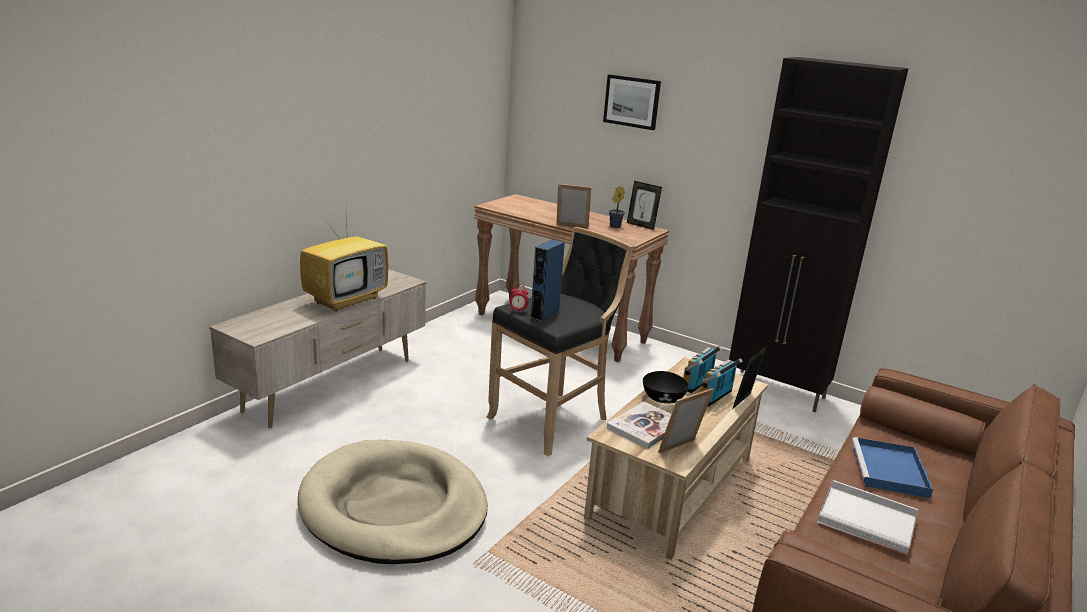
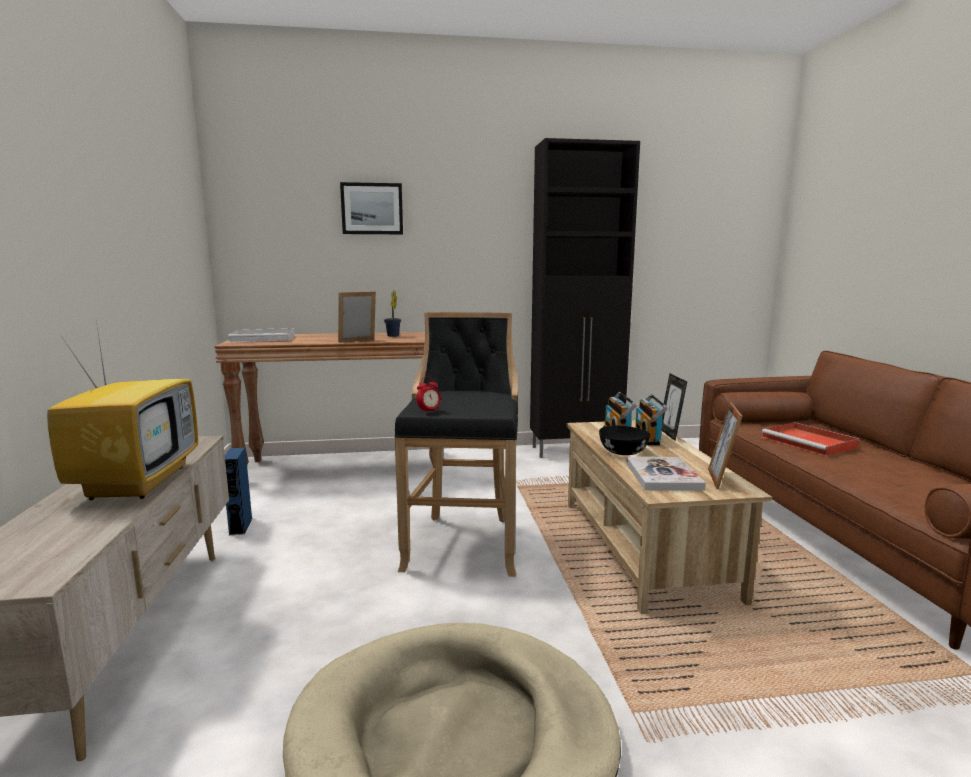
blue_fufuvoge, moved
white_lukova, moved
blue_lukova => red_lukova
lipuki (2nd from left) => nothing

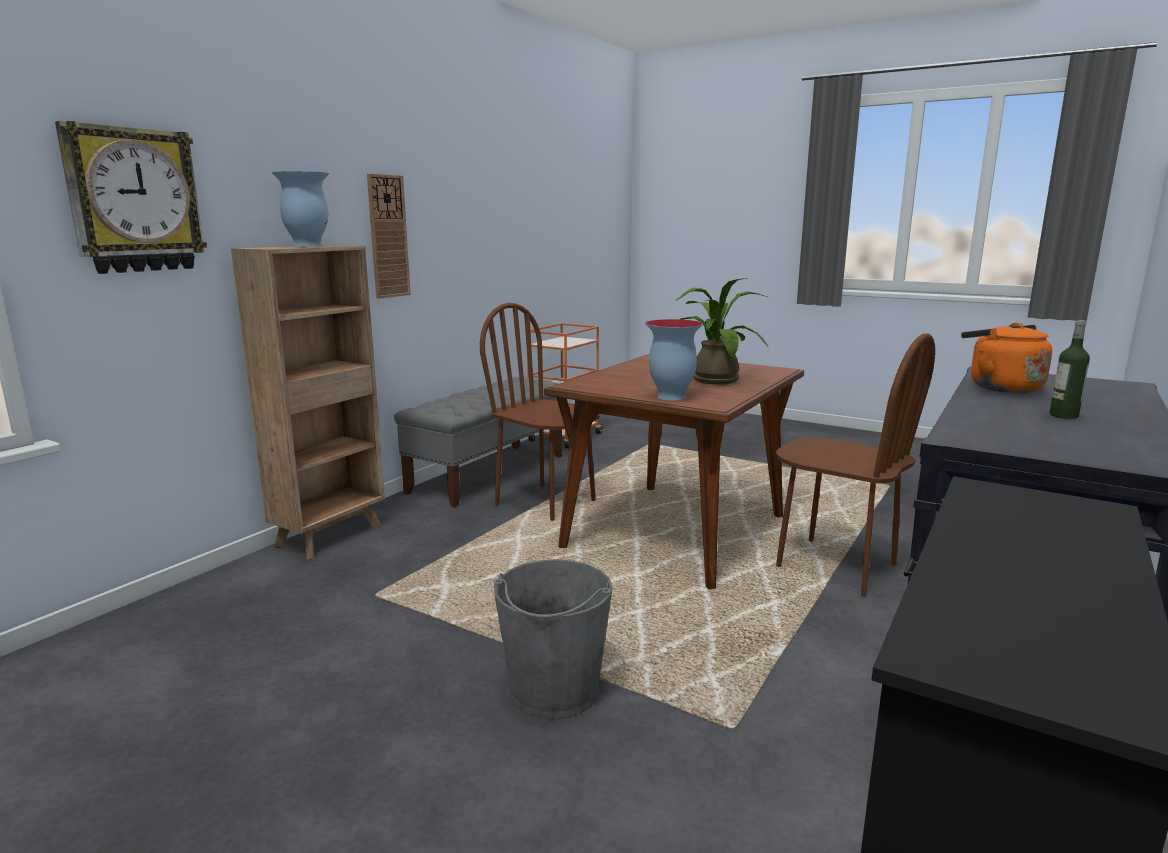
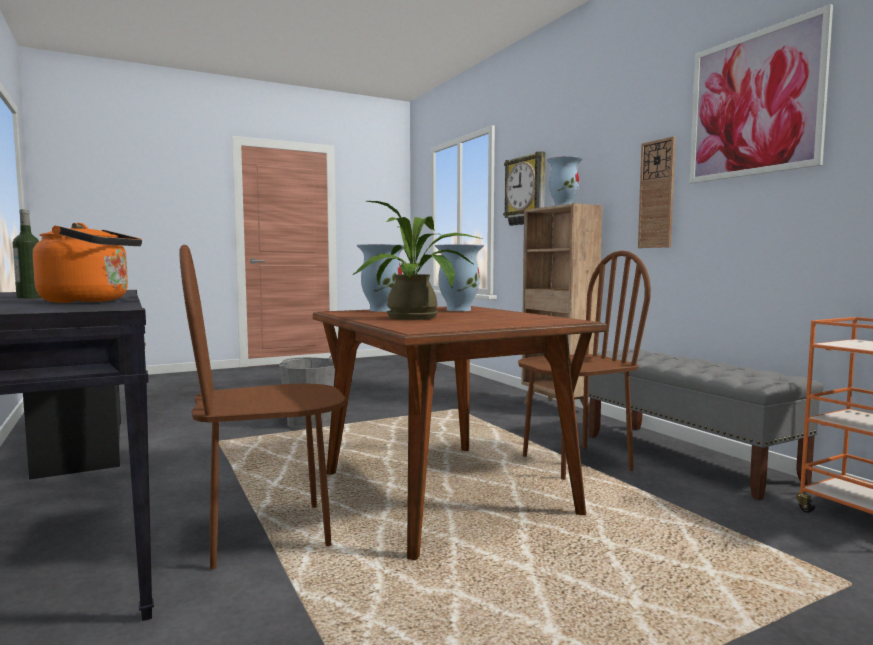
nothing => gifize (2nd from left)
nothing => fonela

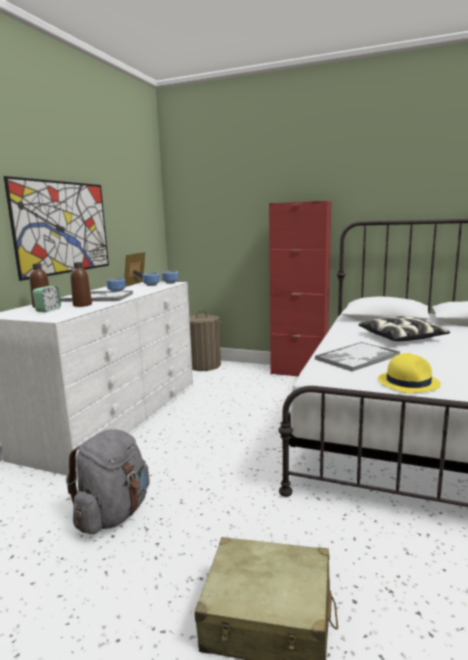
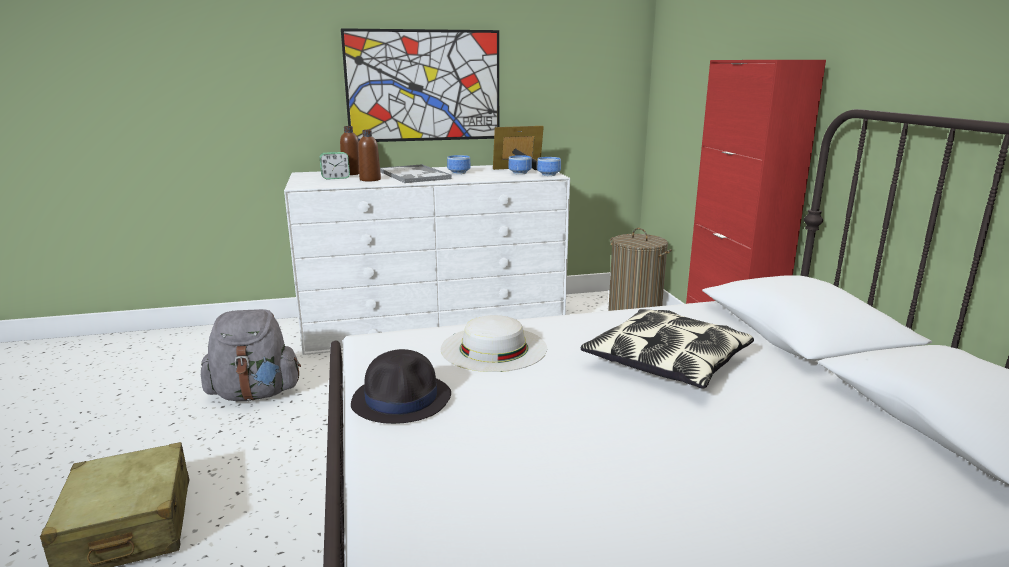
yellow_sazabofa => black_sazabofa
lukova (2nd from left) => white_sazabofa

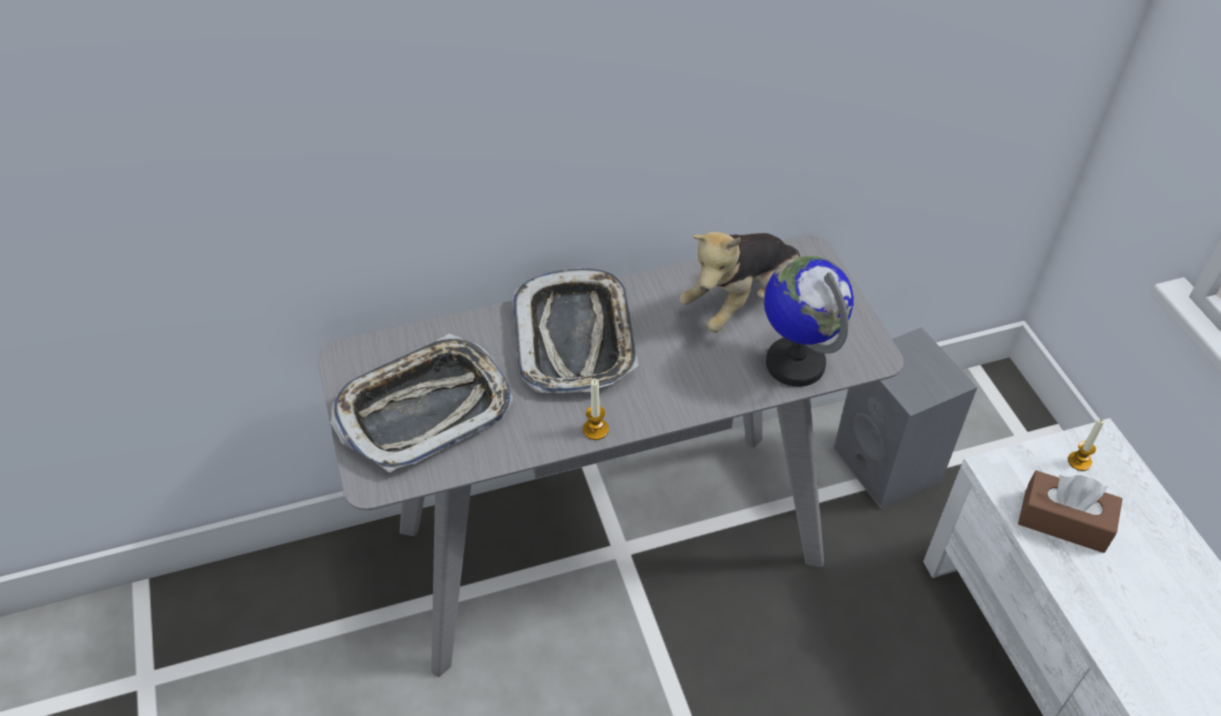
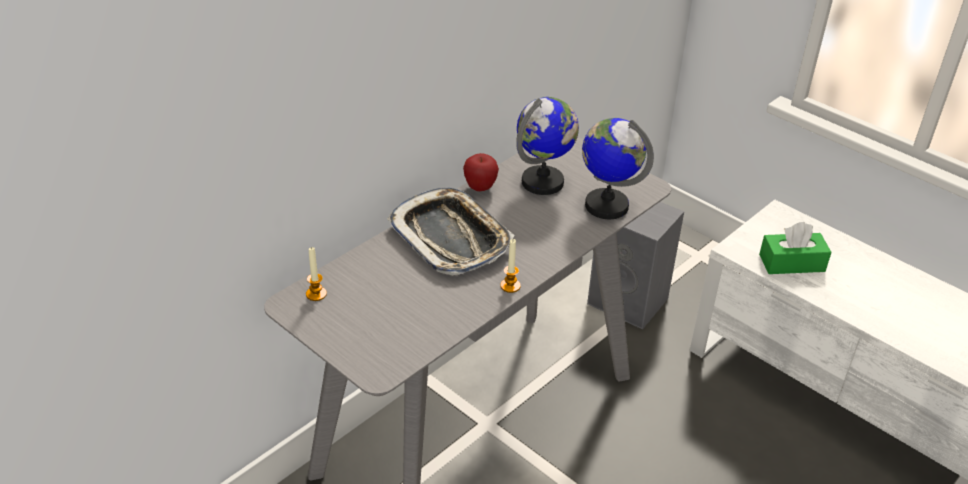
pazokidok (2nd from left in the first image) => pazokidok (1st from left), moved
nothing => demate
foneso => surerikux (1st from left)
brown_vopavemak => green_vopavemak
lukova (1st from left) => nothing

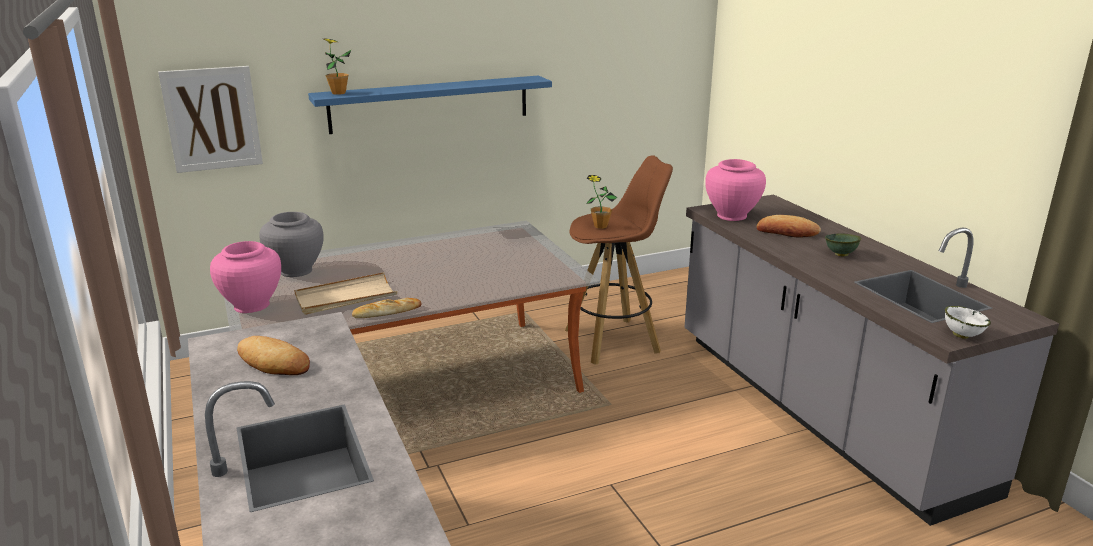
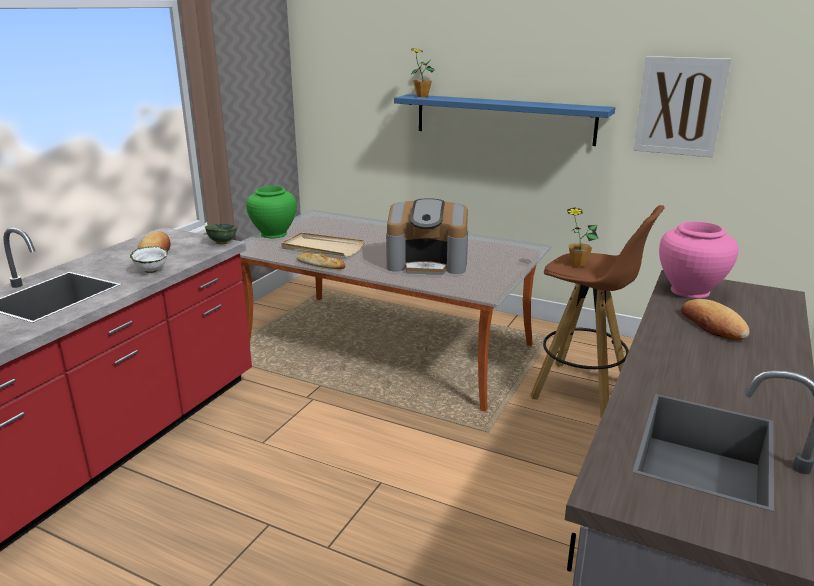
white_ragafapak, moved
green_ragafapak, moved
pink_gifize (1st from left) => green_gifize
nothing => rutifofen
fonela, moved
grey_gifize => nothing

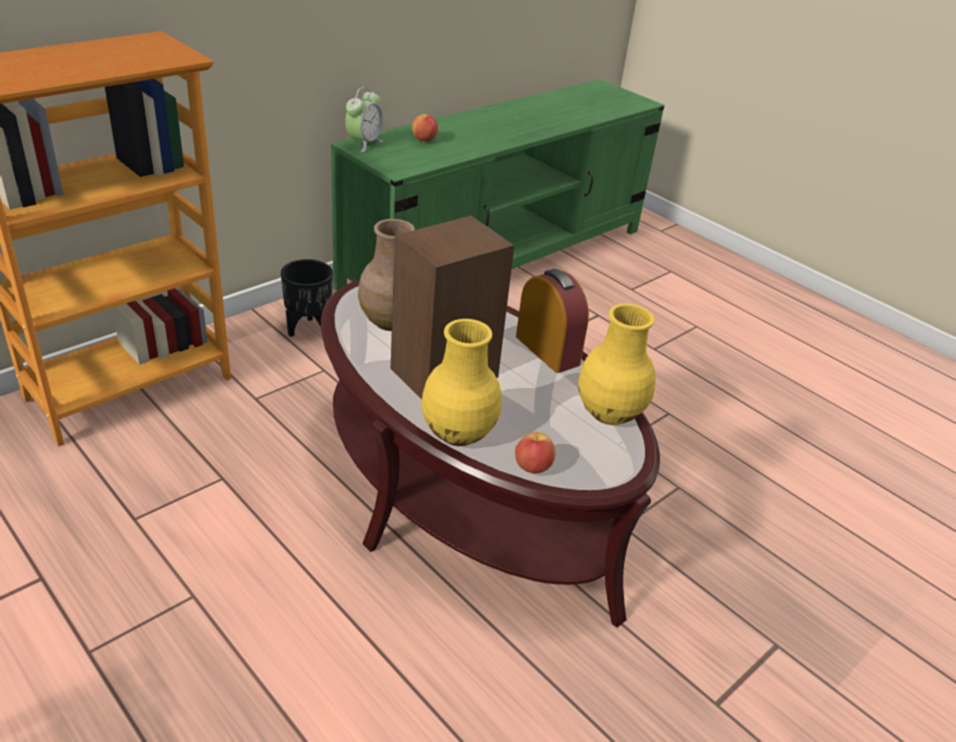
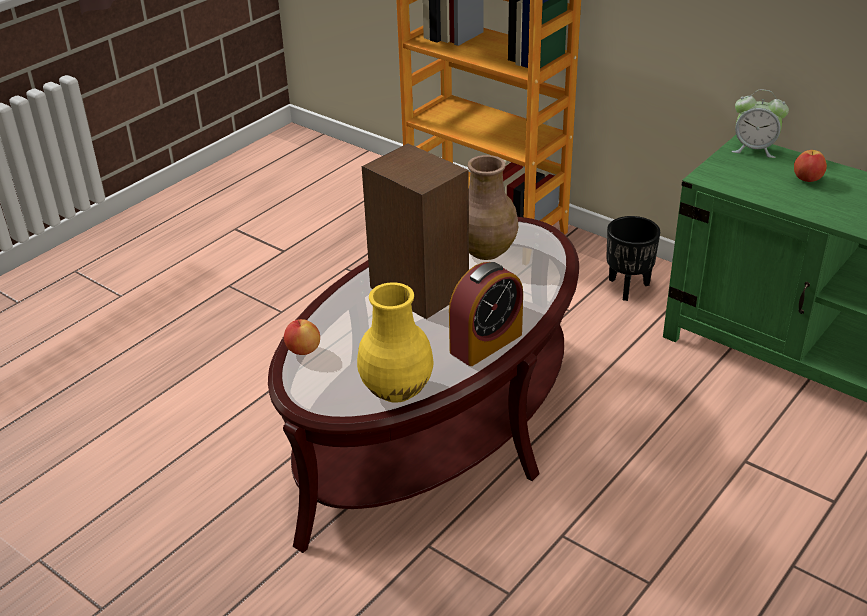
yellow_gifize (1st from left) => nothing

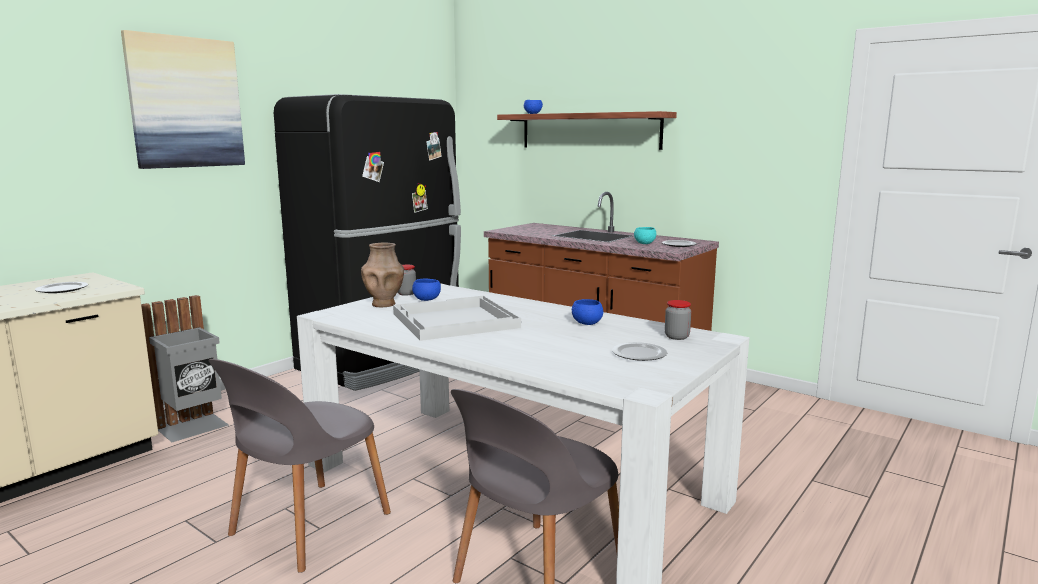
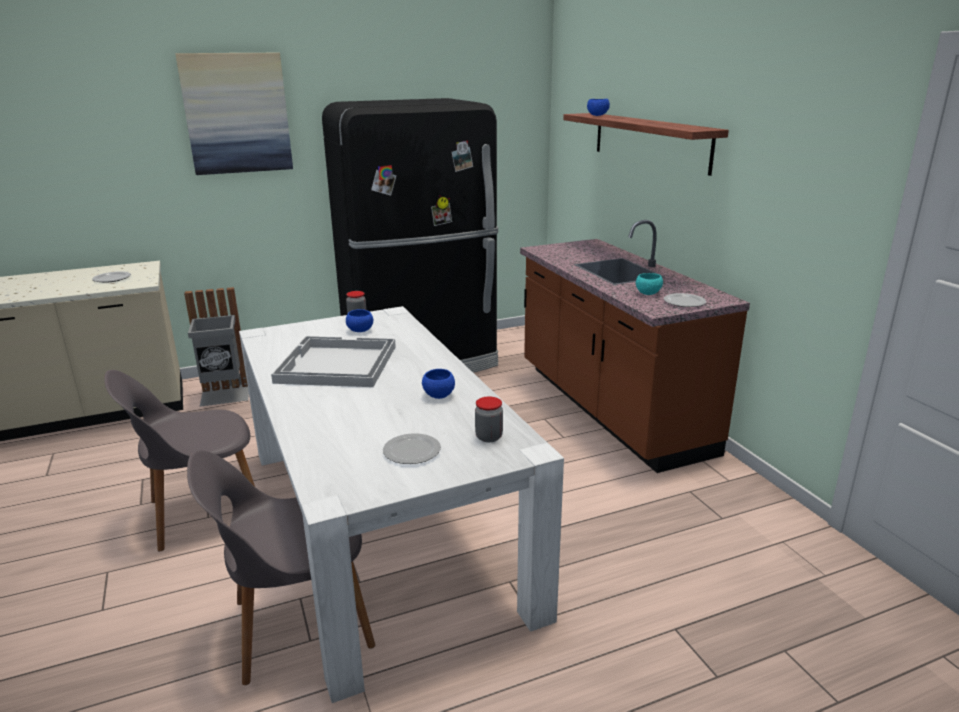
brown_gifize => nothing

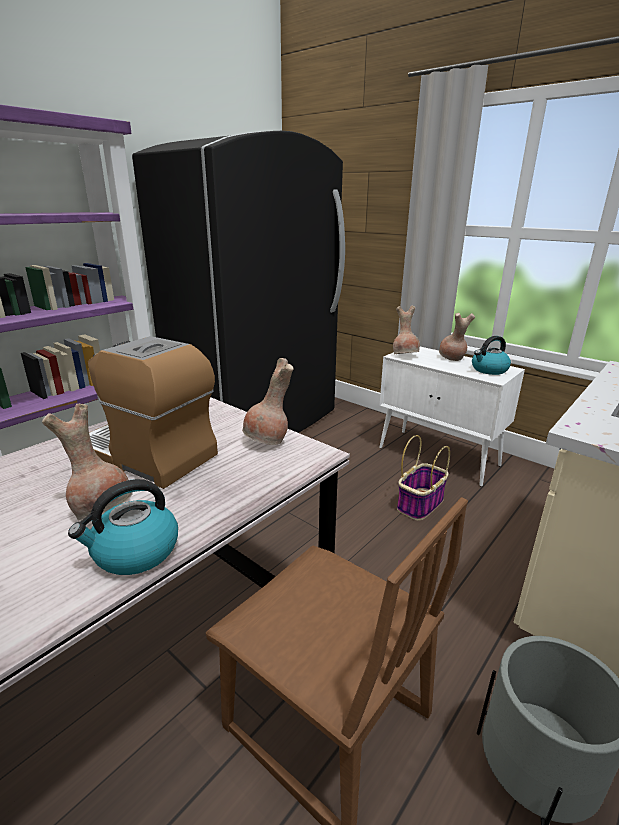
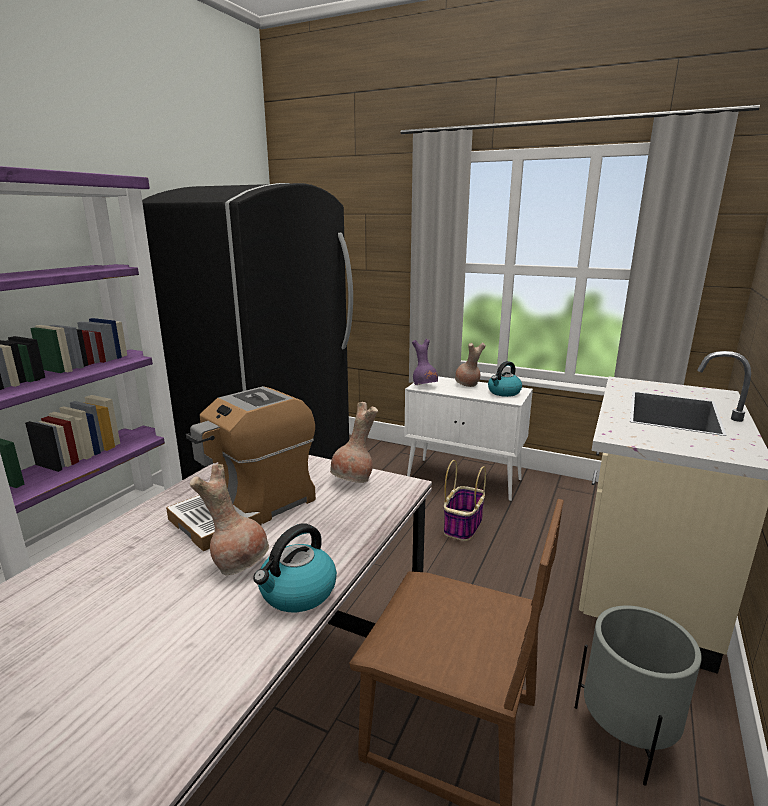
rutifofen, 60 degrees counterclockwise
brown_gifize (3rd from left) => purple_gifize

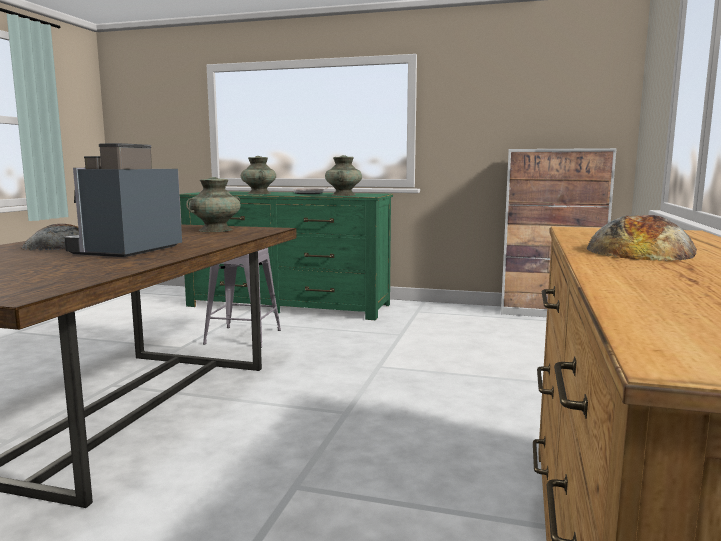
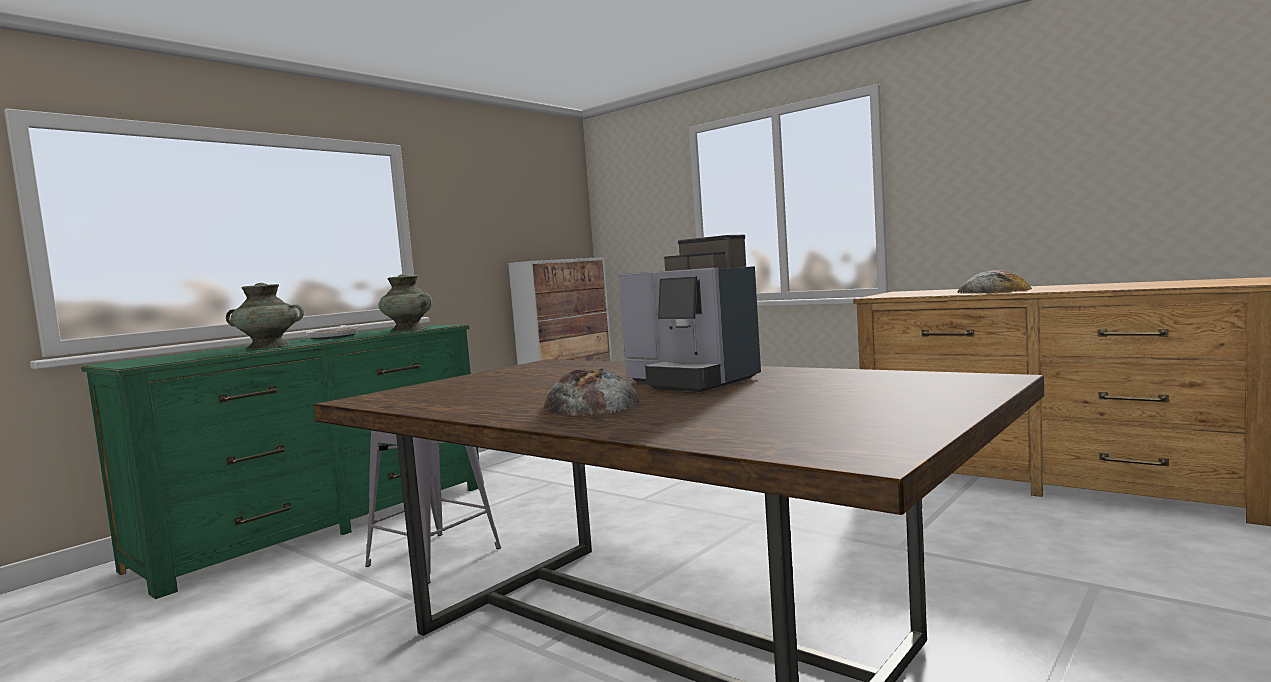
turquoise_gifize (1st from left) => nothing

